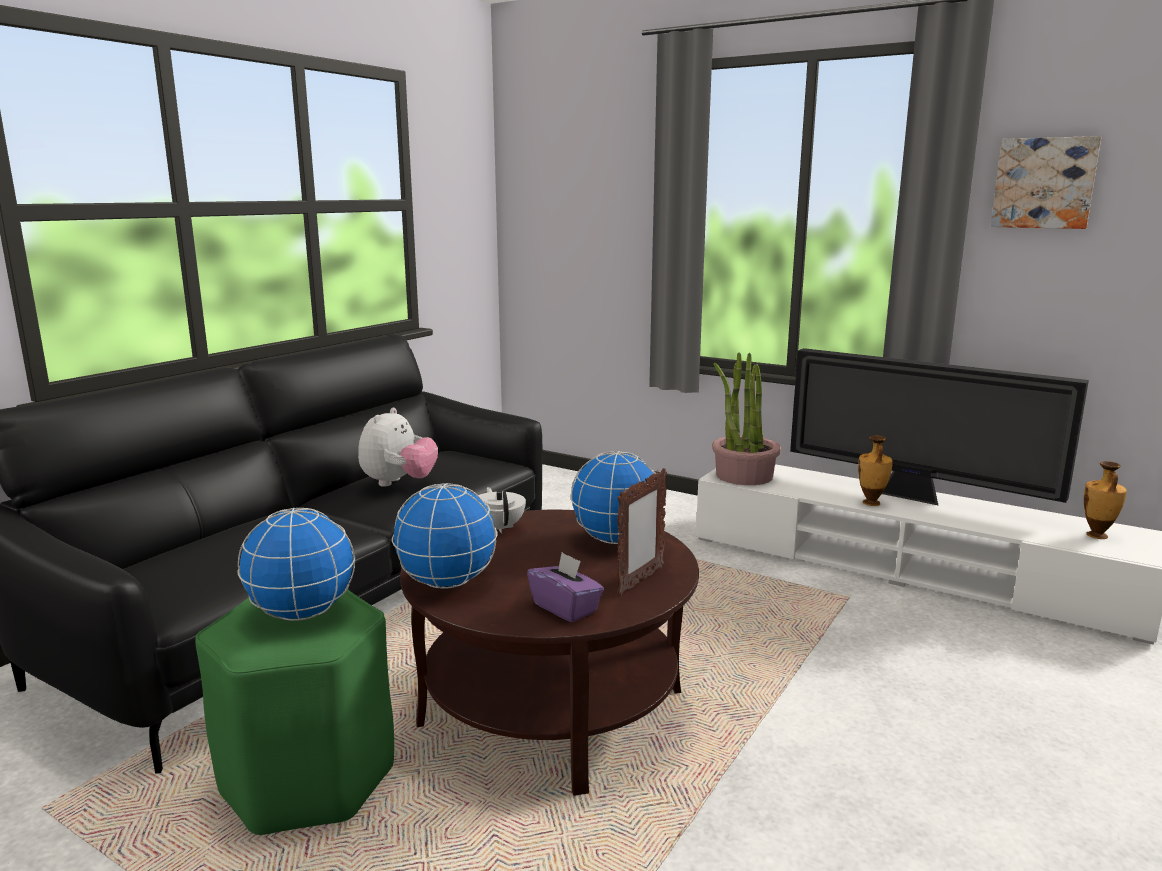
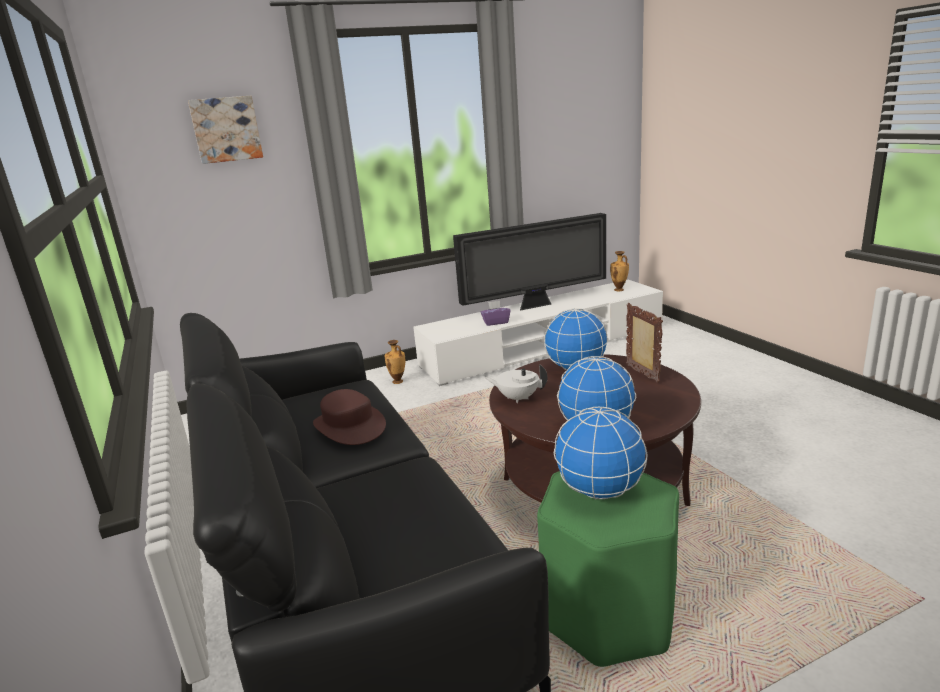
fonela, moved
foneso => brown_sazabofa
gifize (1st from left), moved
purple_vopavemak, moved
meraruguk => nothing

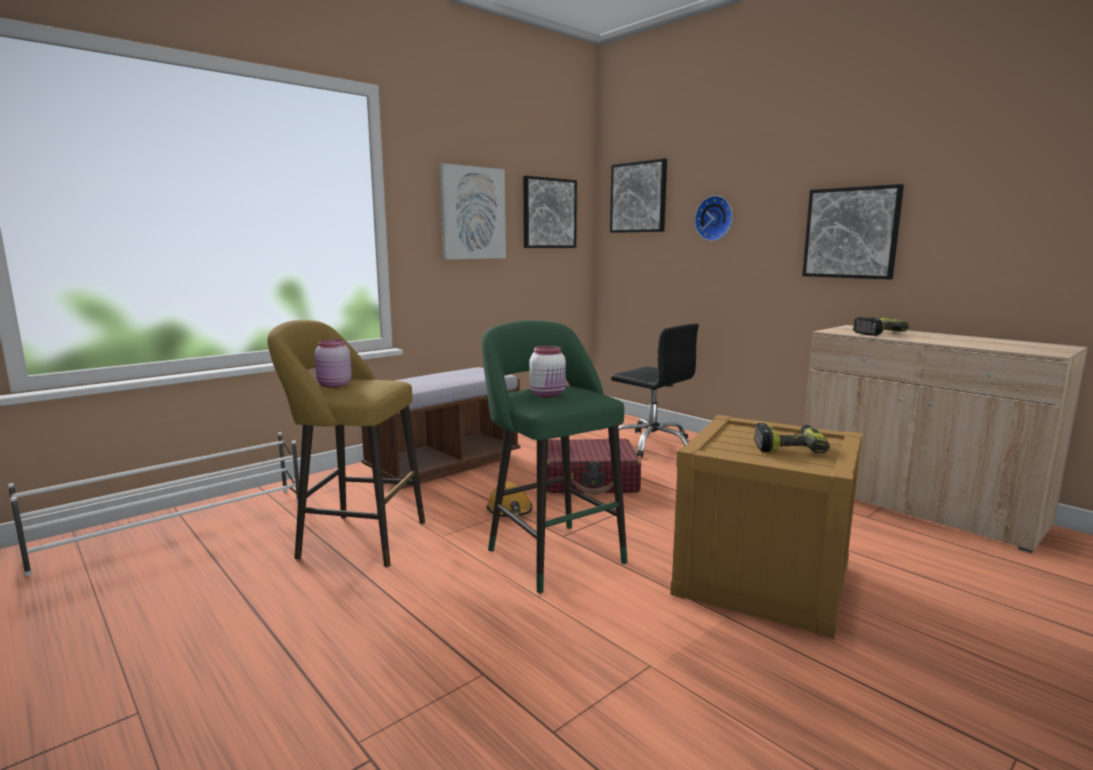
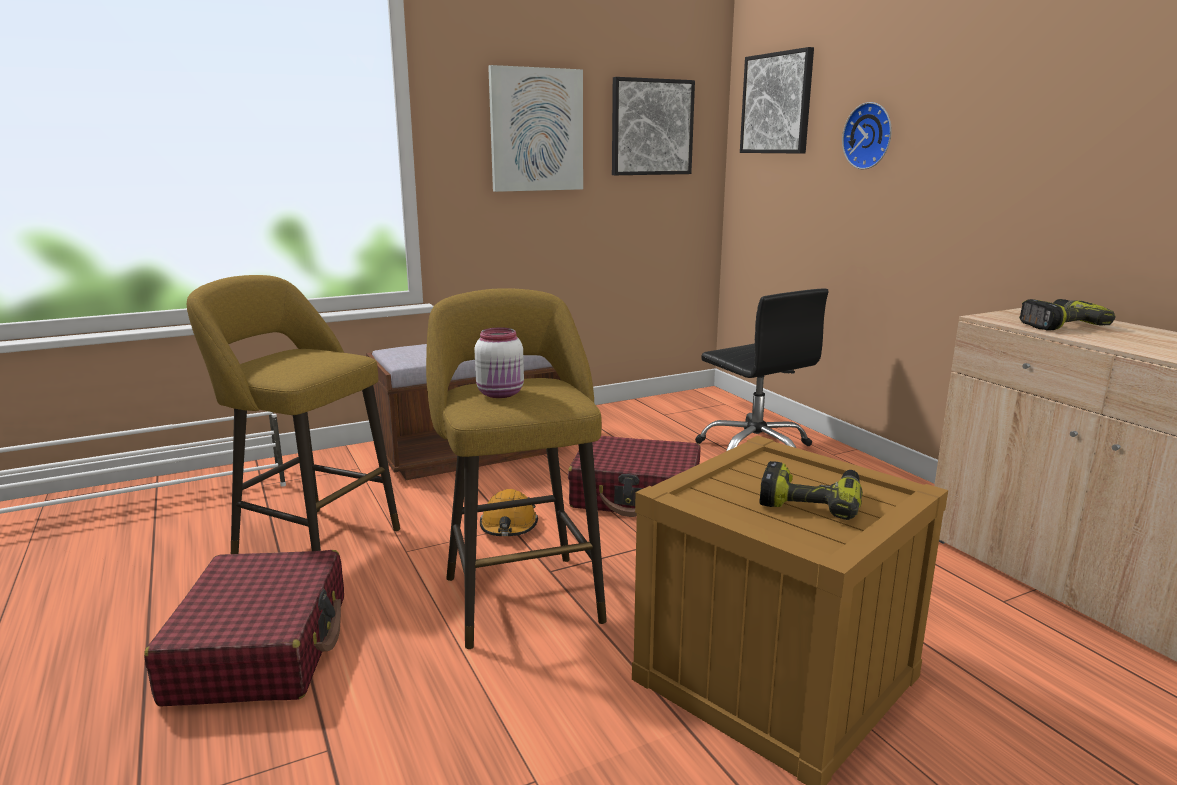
nothing => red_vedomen (1st from left)
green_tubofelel => yellow_tubofelel (2nd from left)
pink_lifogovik => nothing
fonela (4th from left) => nothing

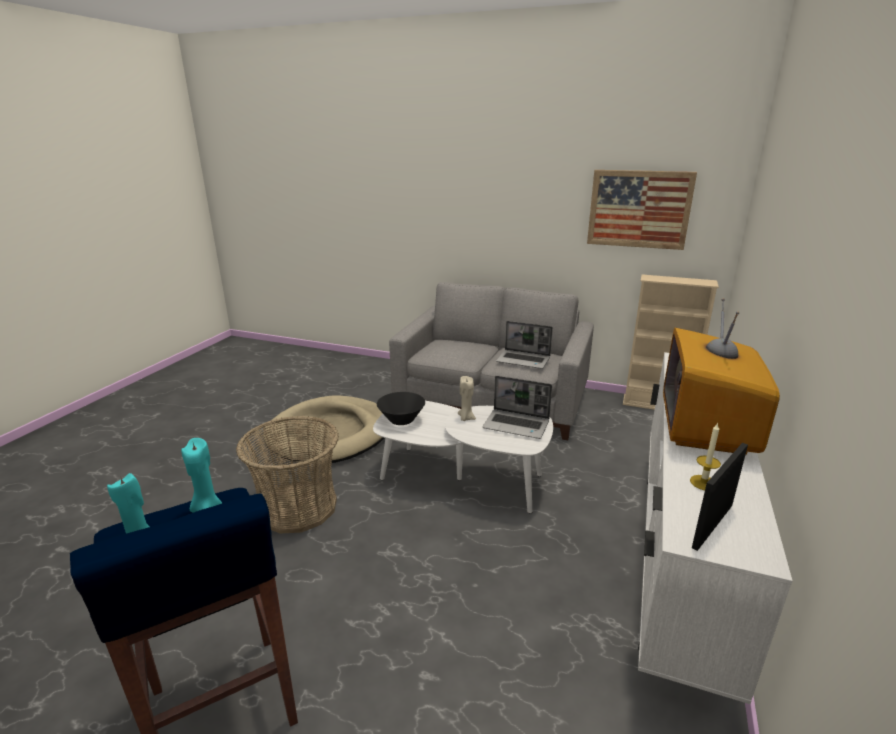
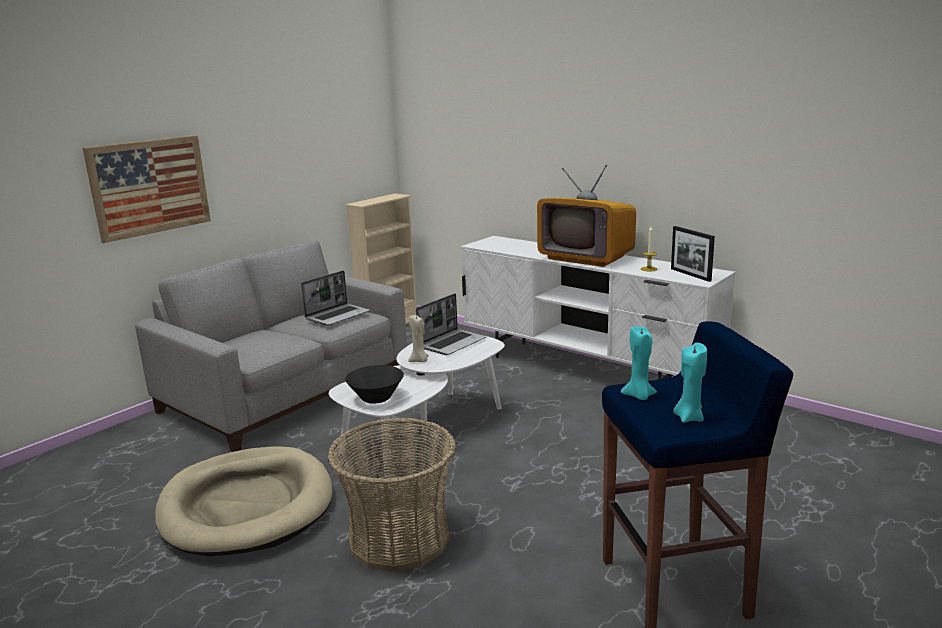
fonela, moved

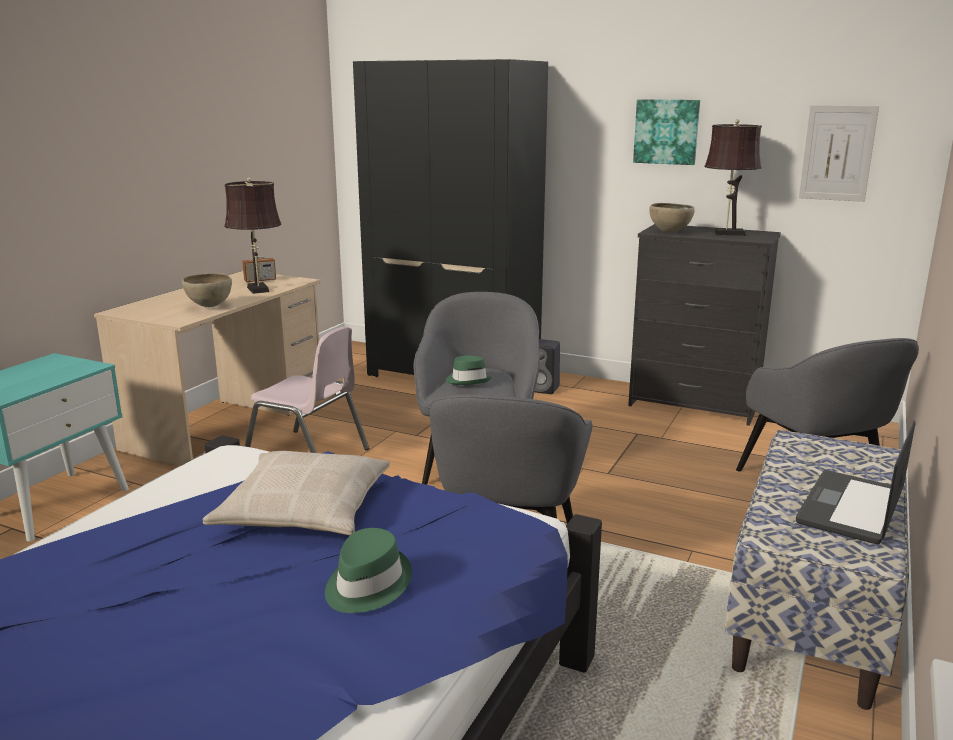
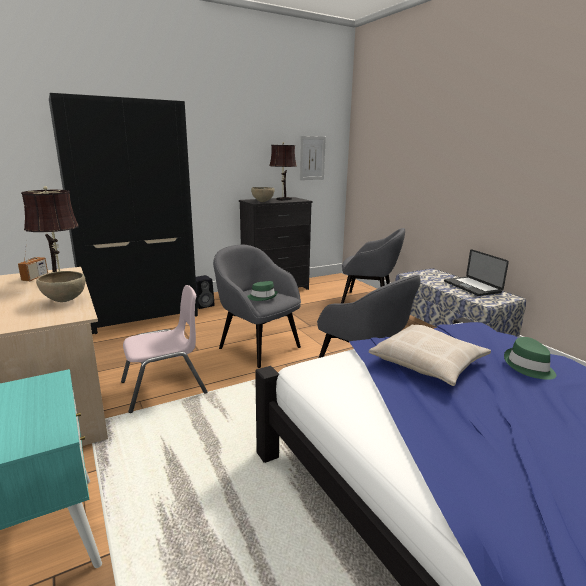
fonela (1st from left) => nothing

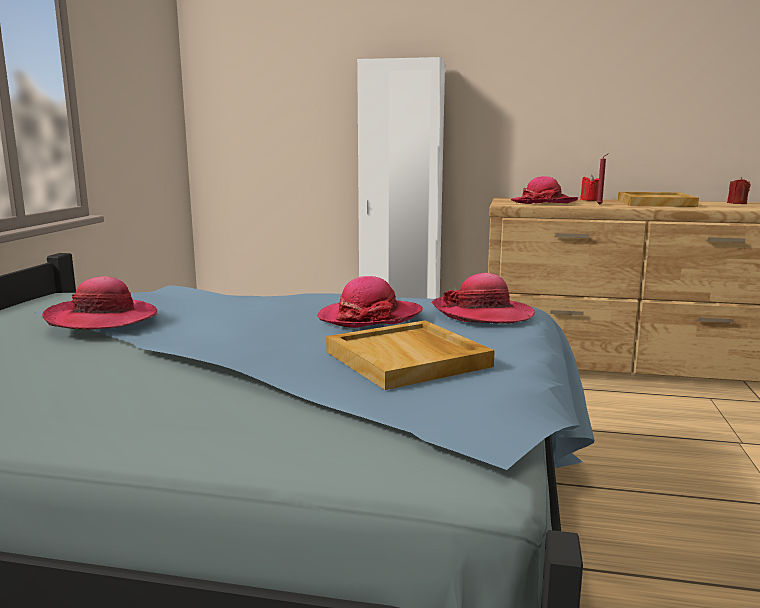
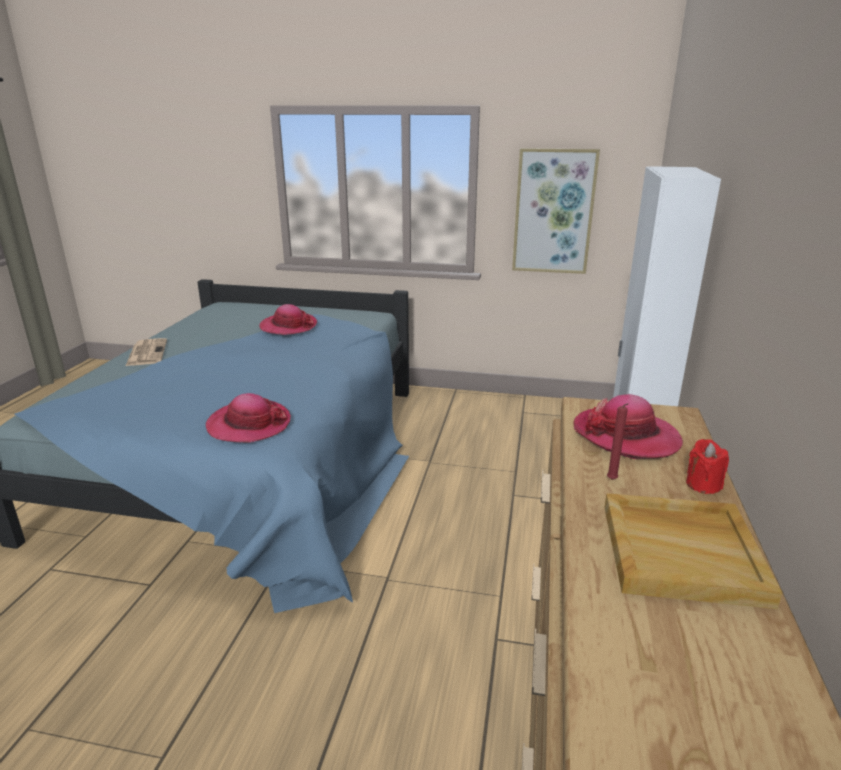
nothing => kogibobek
nothing => fonela
sazabofa (2nd from left) => nothing
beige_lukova (1st from left) => nothing
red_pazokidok (3rd from left) => nothing

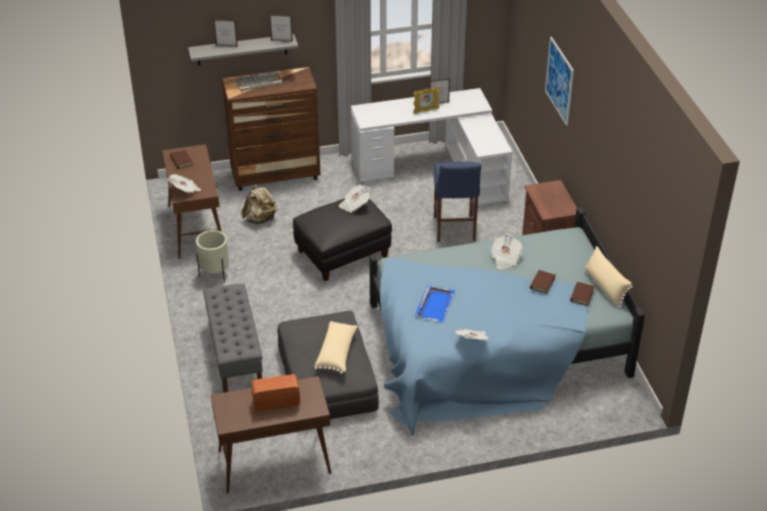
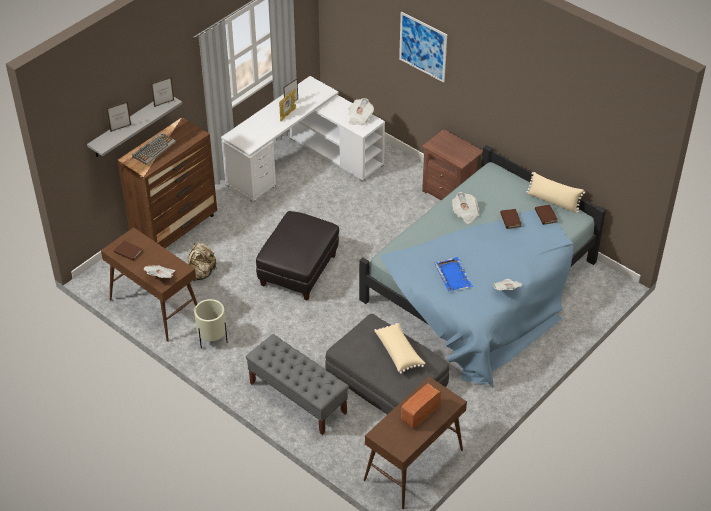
kogibobek (2nd from left), moved
blue_tubofelel => nothing

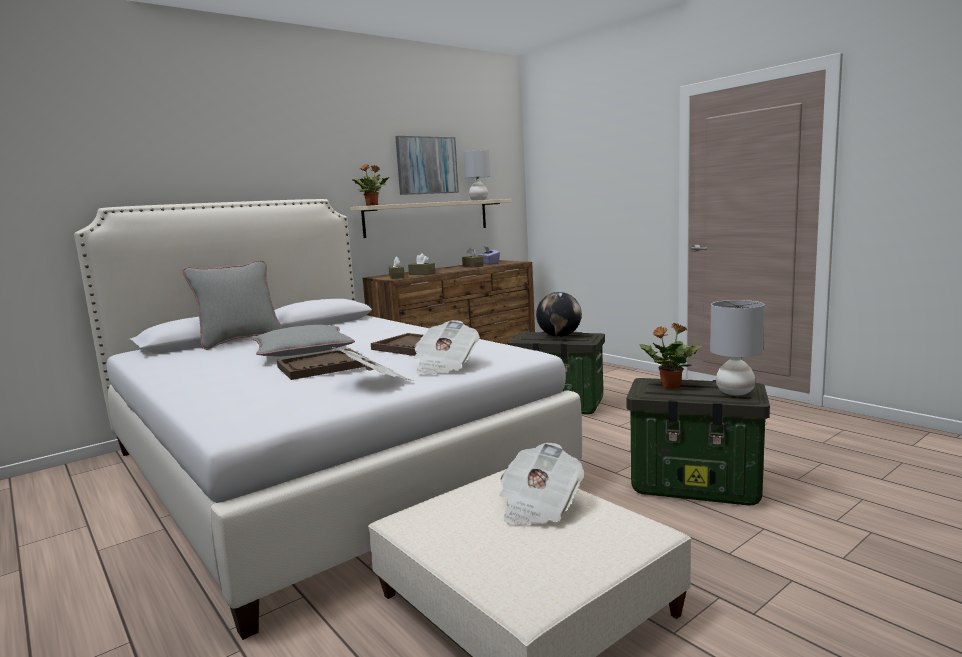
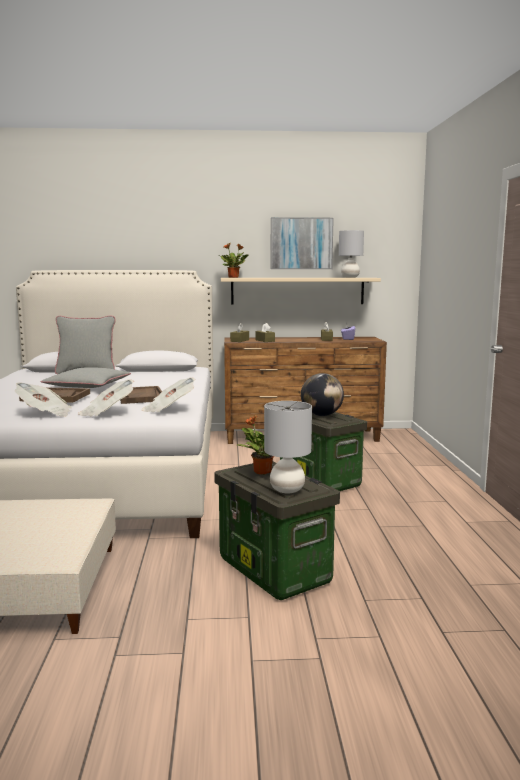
kogibobek (3rd from left), moved

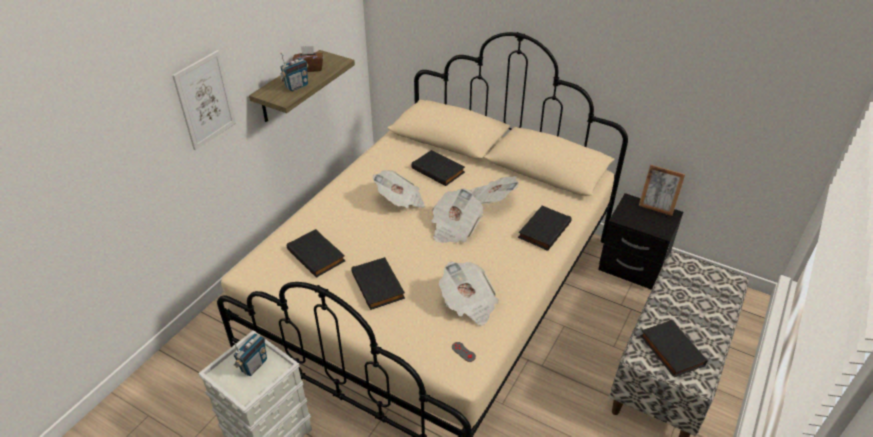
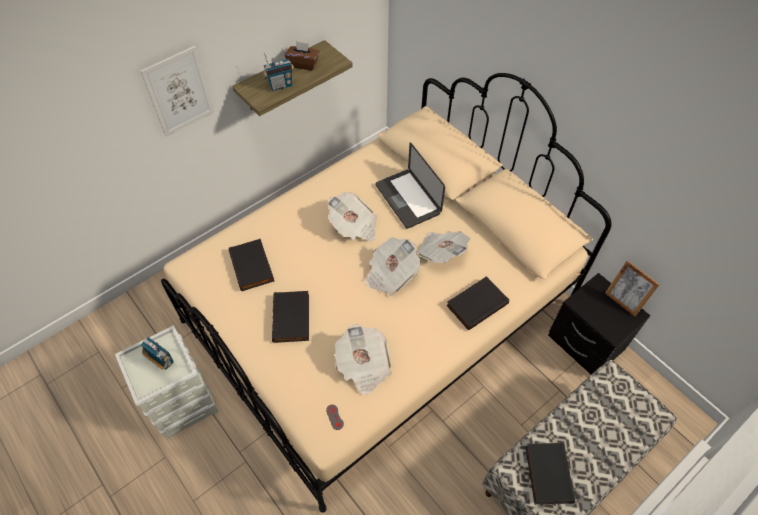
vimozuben (1st from left), 105 degrees counterclockwise
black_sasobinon (3rd from left) => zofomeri

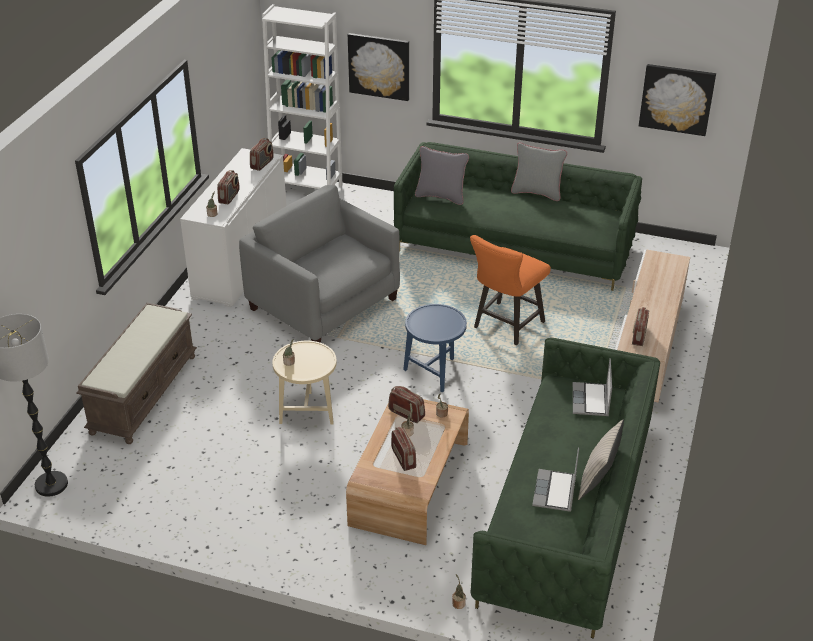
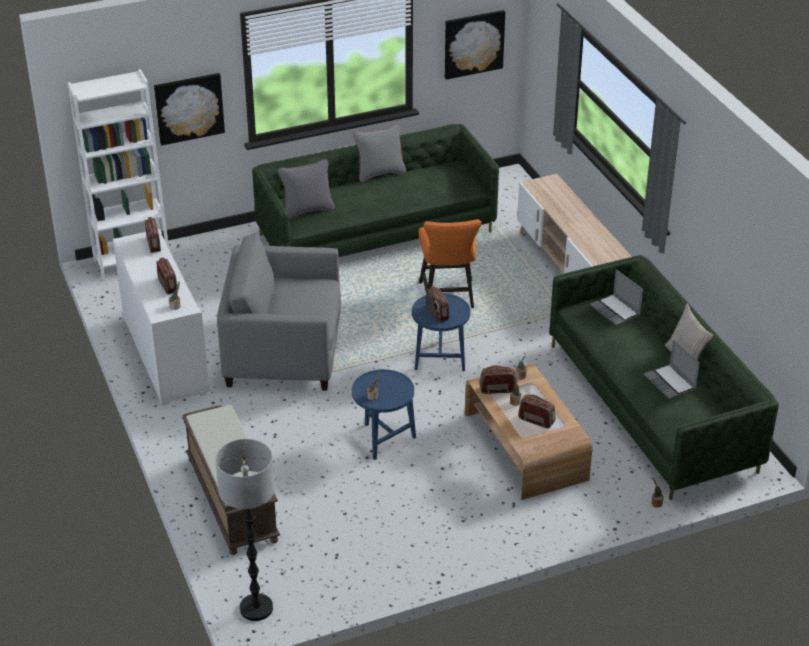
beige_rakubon => blue_rakubon (1st from left)
vimozuben (5th from left in the first image) => vimozuben (3rd from left), moved

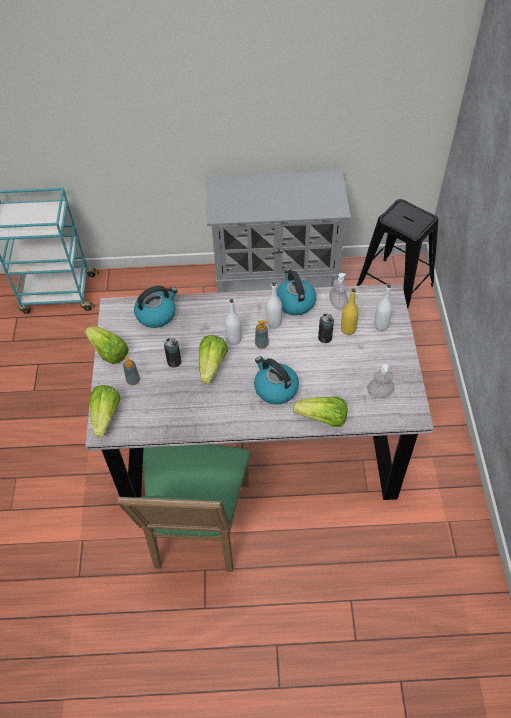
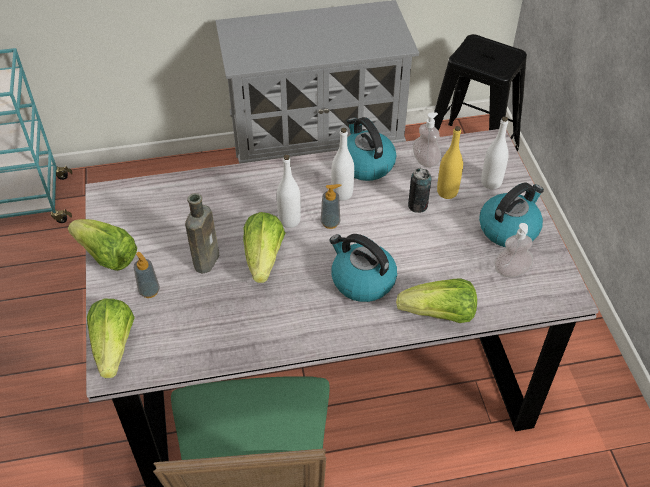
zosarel (1st from left) => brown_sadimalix
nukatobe (1st from left in the first image) => nukatobe (3rd from left), moved

